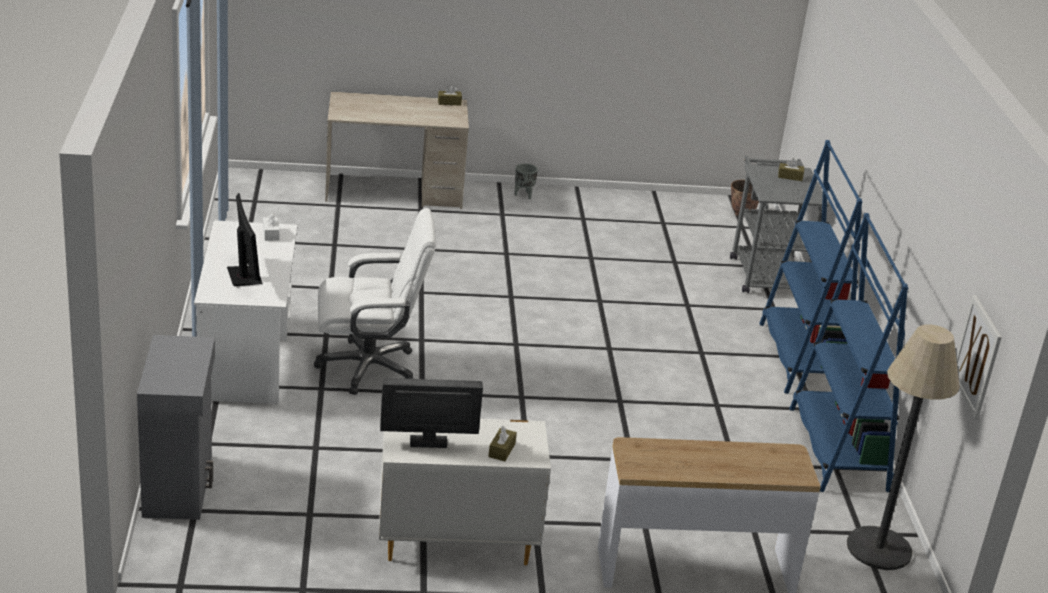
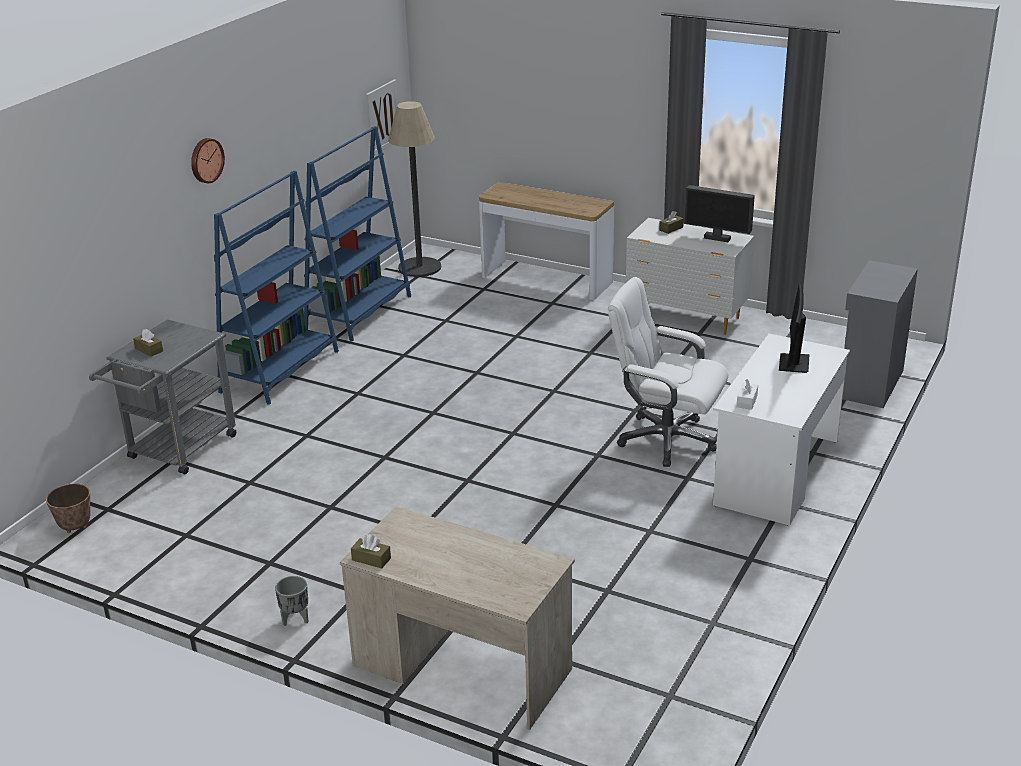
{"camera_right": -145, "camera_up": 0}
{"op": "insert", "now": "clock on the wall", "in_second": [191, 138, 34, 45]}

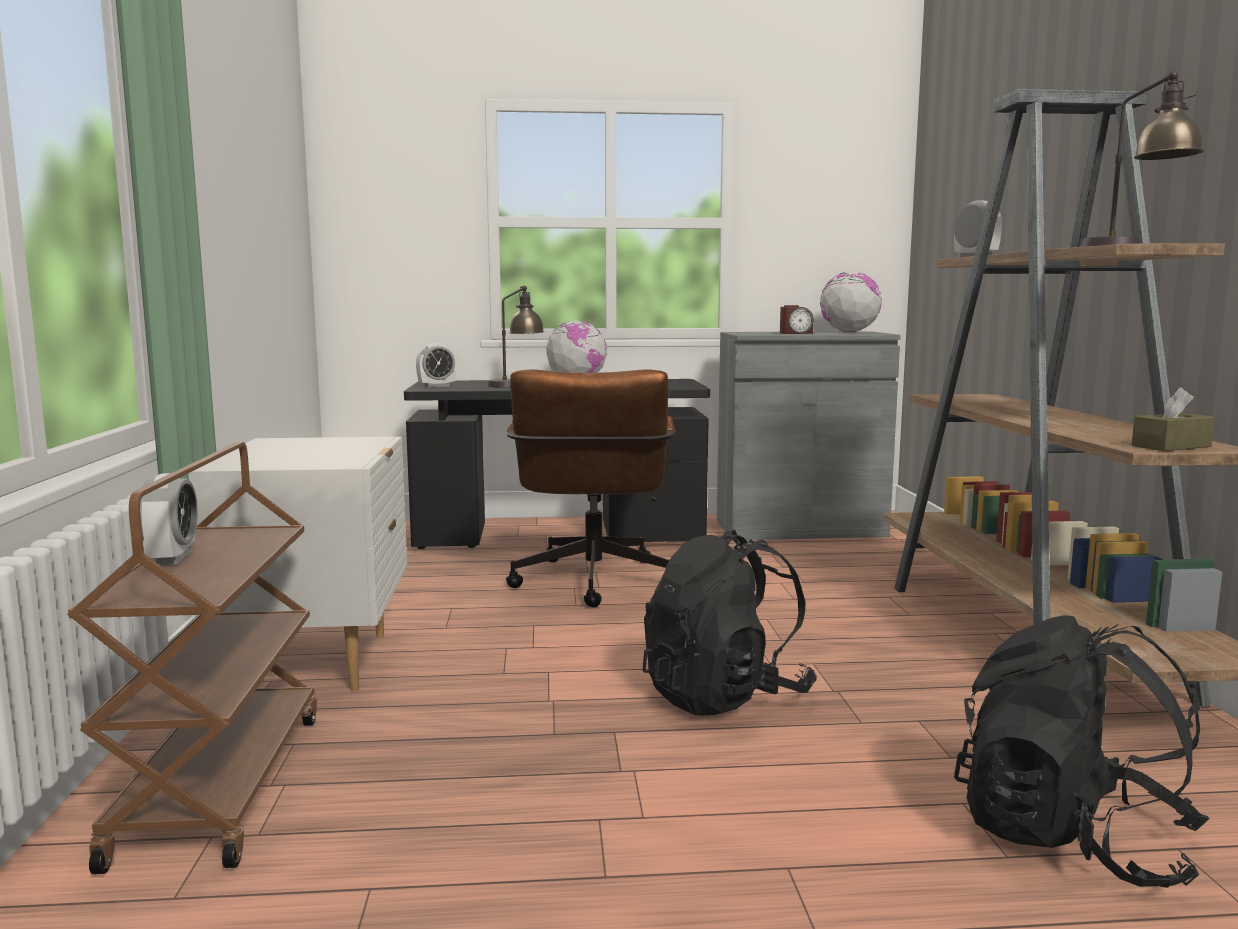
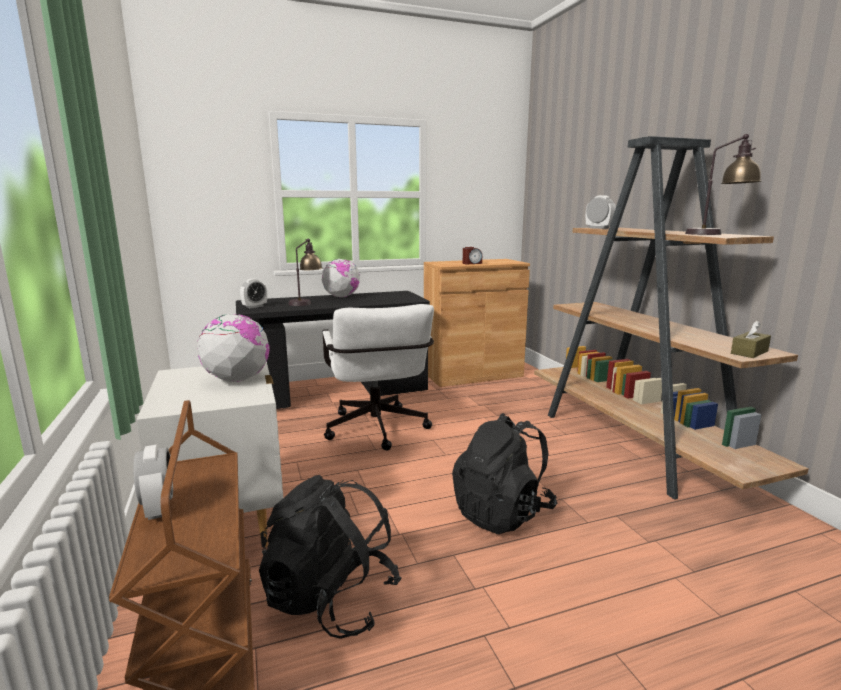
{"camera_right": -15, "camera_up": 5}
{"op": "move", "was": "desk globe", "in_first": [820, 271, 62, 61], "in_second": [198, 314, 72, 68]}
{"op": "move", "was": "knapsack (black-coloured)", "in_first": [954, 615, 255, 273], "in_second": [259, 475, 143, 164]}
{"op": "recolor", "was": "desk chair (brownish)", "now": "desk chair (whitish)", "in_first": [506, 369, 170, 238], "in_second": [323, 304, 111, 147]}
{"op": "recolor", "was": "storage cabinet (greyish)", "now": "storage cabinet (brownish)", "in_first": [717, 331, 184, 209], "in_second": [424, 259, 106, 128]}

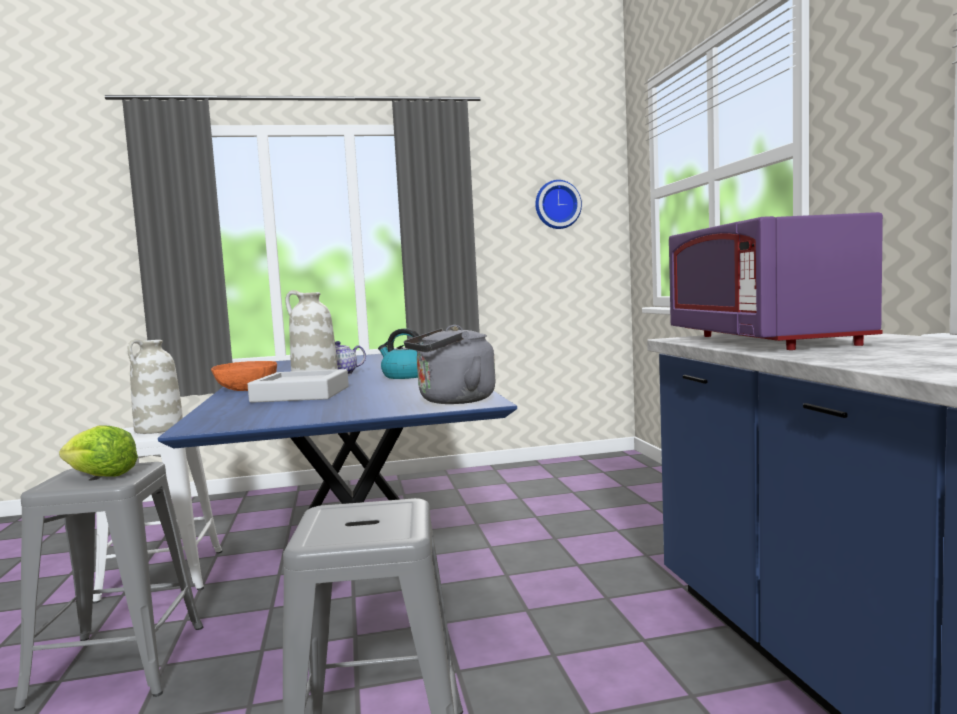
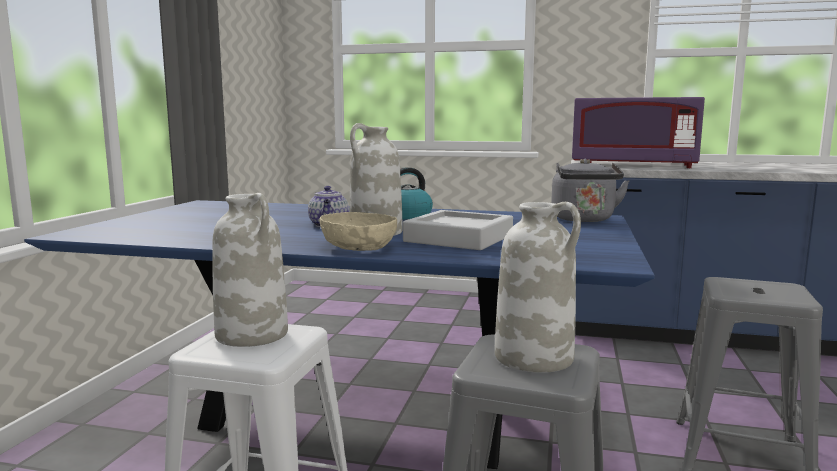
{"camera_right": -65, "camera_up": 5}
{"op": "recolor", "was": "serving bowl (orange-coloured)", "now": "serving bowl (beige)", "in_first": [211, 361, 66, 30], "in_second": [319, 212, 78, 39]}
{"op": "replace", "was": "lettuce head", "now": "flower vase (whitish)", "in_first": [59, 425, 79, 52], "in_second": [495, 202, 86, 171]}
{"op": "delete", "was": "clock on the wall", "in_first": [535, 180, 47, 49]}

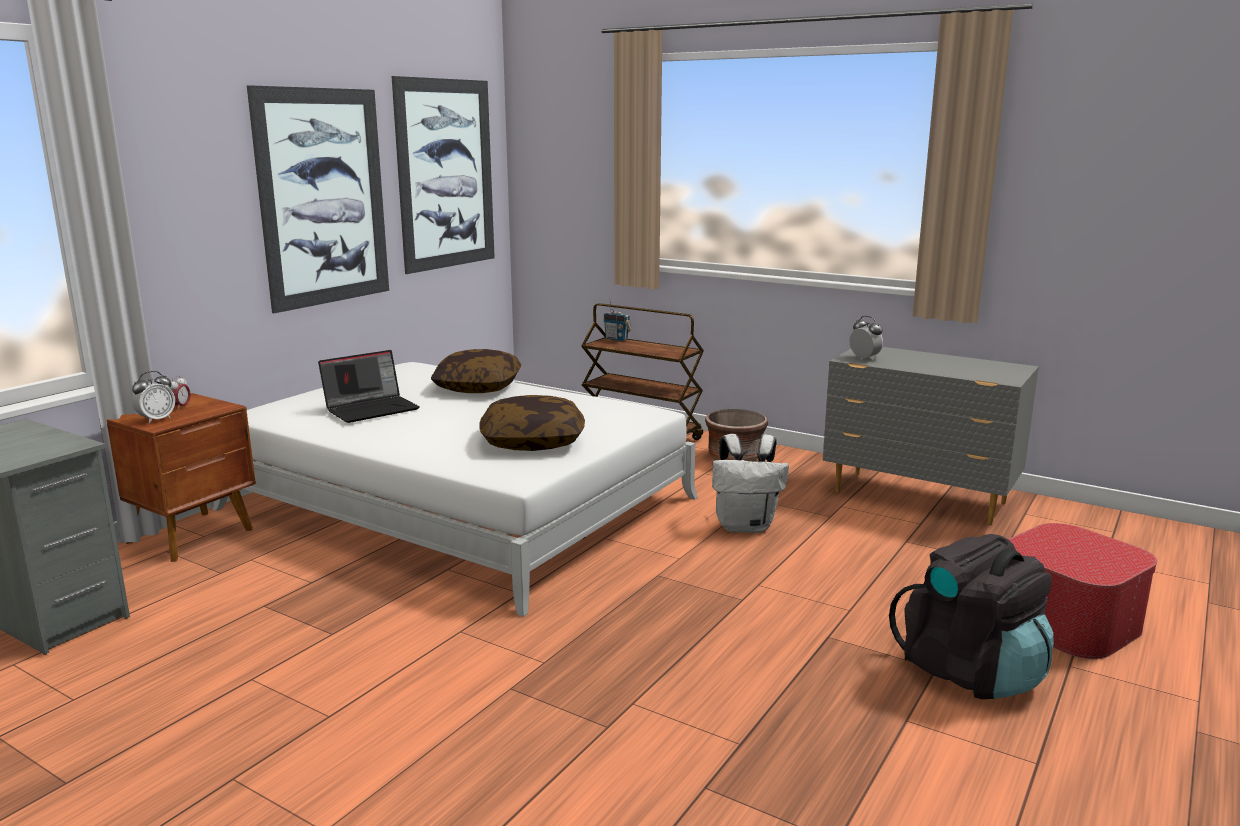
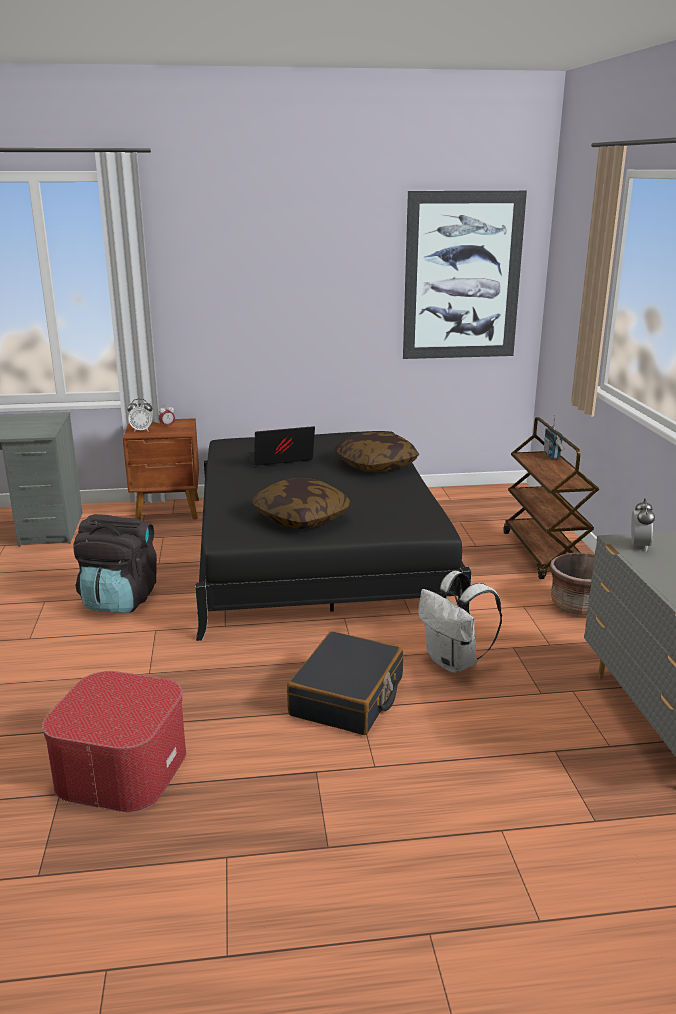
{"camera_right": 50, "camera_up": 5}
{"op": "move", "was": "ottoman", "in_first": [1008, 523, 150, 136], "in_second": [42, 671, 144, 141]}
{"op": "move", "was": "knapsack (black-coloured)", "in_first": [889, 534, 165, 165], "in_second": [73, 514, 84, 99]}
{"op": "recolor", "was": "sleeping bed (whitish)", "now": "sleeping bed (black-coloured)", "in_first": [213, 362, 485, 255], "in_second": [195, 431, 277, 210]}
{"op": "rotate", "was": "laptop", "in_first": [318, 350, 102, 73], "in_second": [247, 426, 68, 40], "clockwise": 150}
{"op": "insert", "now": "piece of luggage (black-coloured)", "in_second": [287, 631, 117, 104]}
{"op": "delete", "was": "wall picture", "in_first": [247, 85, 142, 228]}

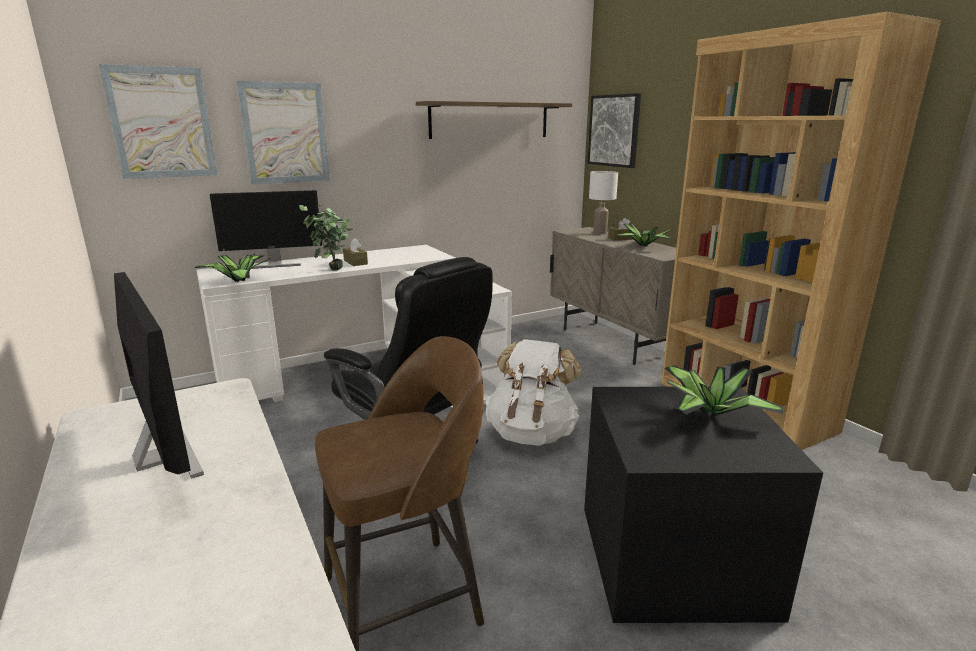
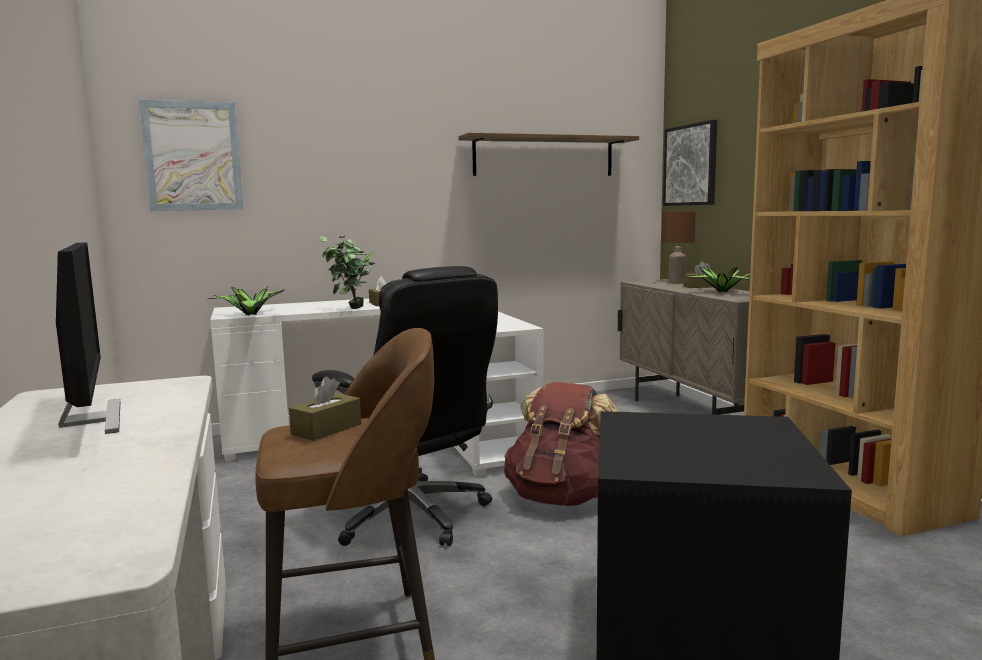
{"camera_right": 10, "camera_up": -10}
{"op": "insert", "now": "tissue holder (brownish)", "in_second": [289, 377, 72, 64]}
{"op": "recolor", "was": "knapsack (whitish)", "now": "knapsack (brownish)", "in_first": [486, 339, 95, 107], "in_second": [504, 382, 115, 124]}
{"op": "recolor", "was": "lamp for a table (whitish)", "now": "lamp for a table (brownish)", "in_first": [589, 171, 29, 63], "in_second": [662, 211, 34, 73]}
{"op": "delete", "was": "monitor", "in_first": [209, 190, 113, 79]}
{"op": "delete", "was": "wall picture", "in_first": [237, 81, 93, 103]}
{"op": "delete", "was": "potted plant", "in_first": [665, 365, 119, 52]}

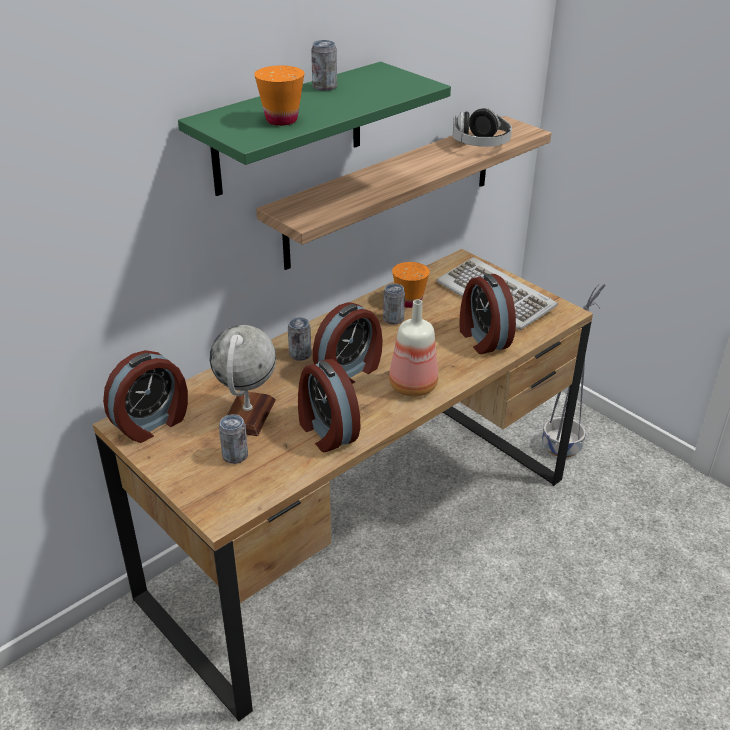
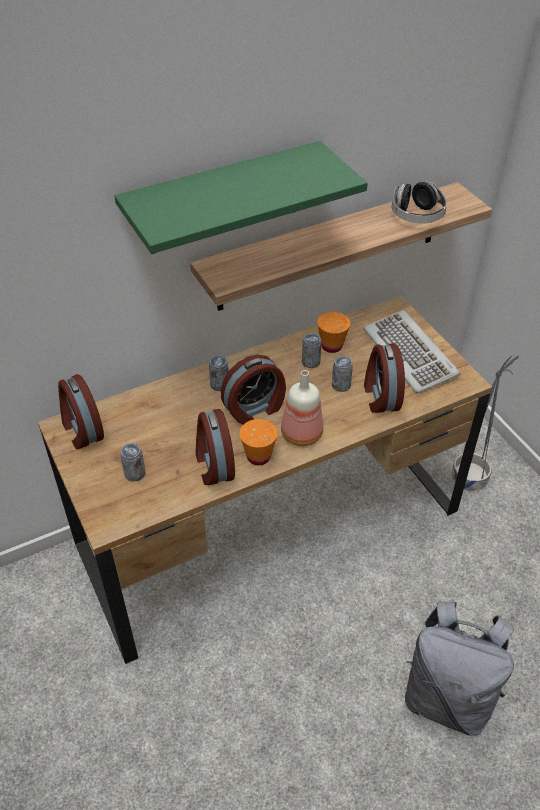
{"camera_right": 15, "camera_up": 10}
{"op": "rotate", "was": "table clock", "in_first": [103, 350, 85, 93], "in_second": [58, 374, 46, 75], "clockwise": 90}
{"op": "move", "was": "cup (orange-coloured)", "in_first": [254, 65, 50, 61], "in_second": [239, 419, 39, 46]}
{"op": "move", "was": "sealed can", "in_first": [311, 40, 26, 51], "in_second": [332, 356, 21, 36]}
{"op": "insert", "now": "knapsack (greyish)", "in_second": [405, 602, 109, 134]}
{"op": "delete", "was": "desk globe", "in_first": [210, 325, 66, 111]}

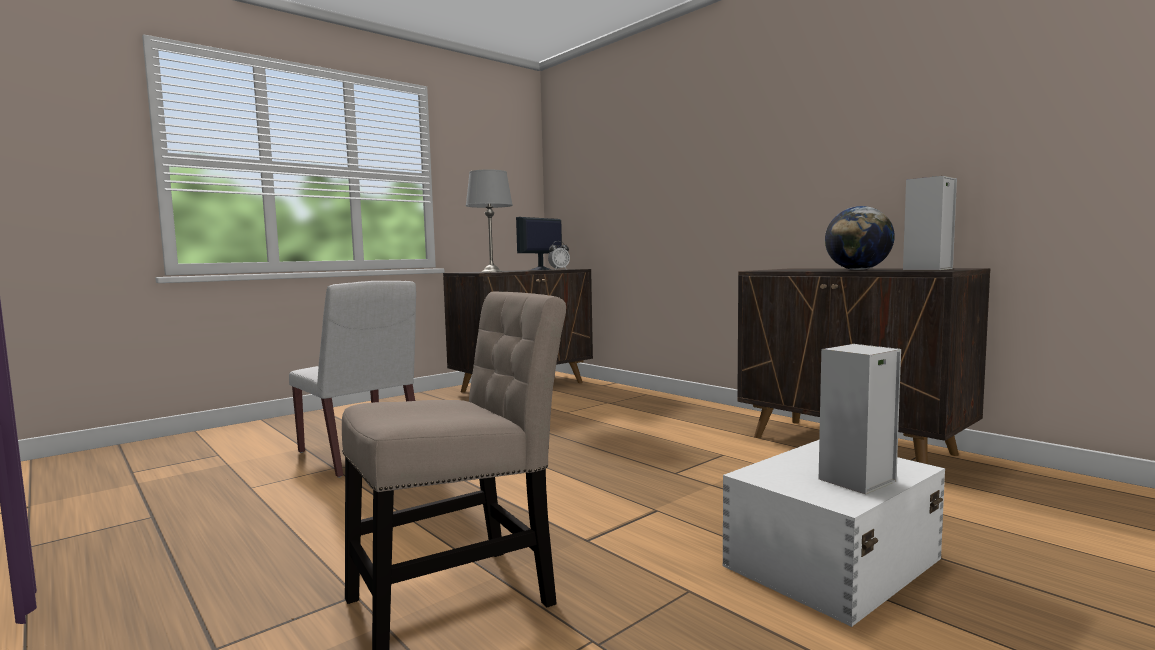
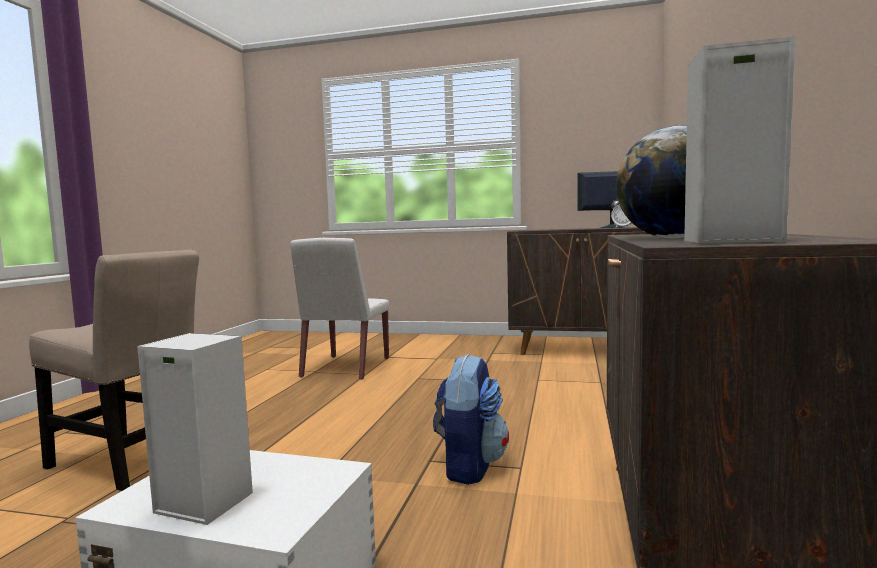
{"camera_right": 55, "camera_up": 0}
{"op": "insert", "now": "knapsack", "in_second": [433, 354, 76, 131]}
{"op": "delete", "was": "lamp for a table (greyish)", "in_first": [466, 169, 47, 103]}

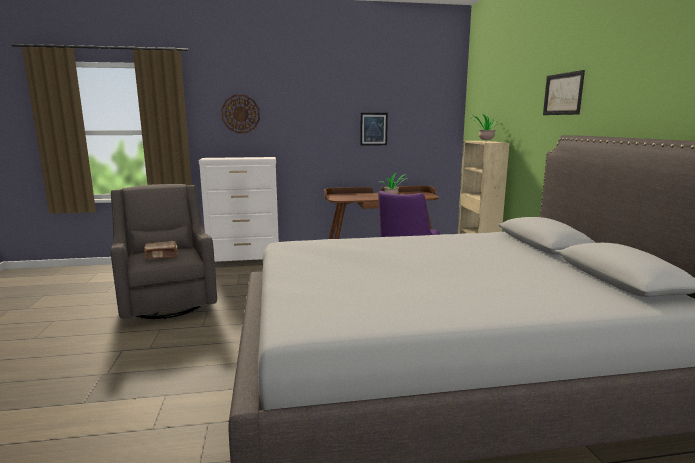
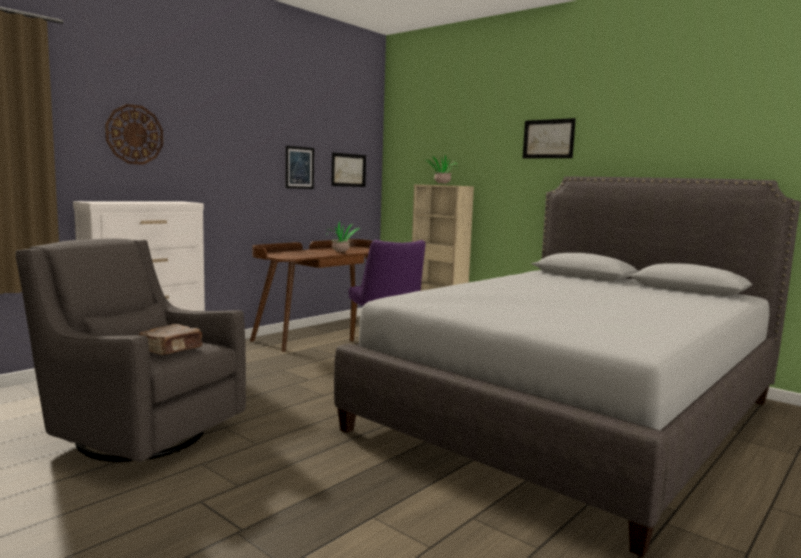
{"camera_right": -40, "camera_up": -5}
{"op": "insert", "now": "wall picture", "in_second": [331, 152, 35, 35]}

